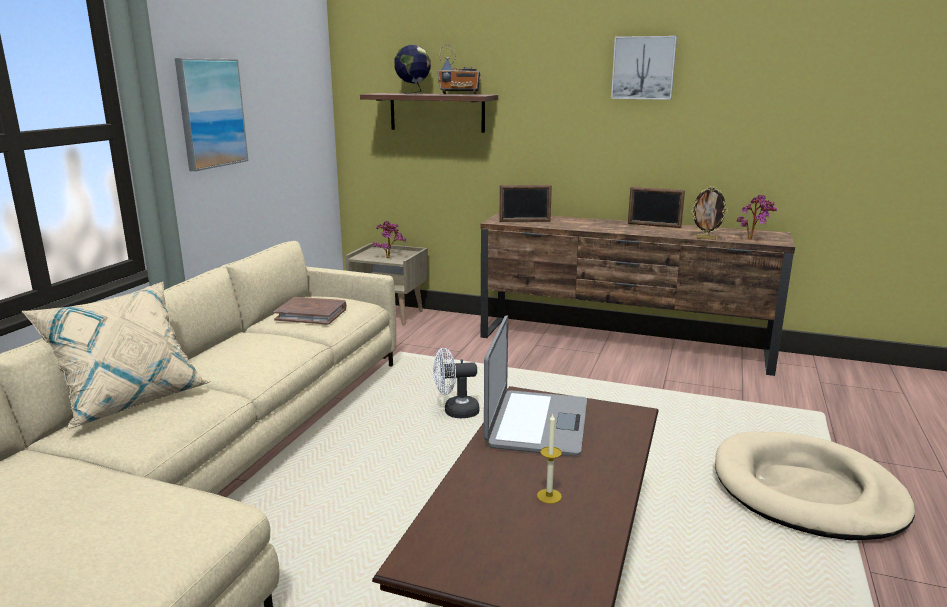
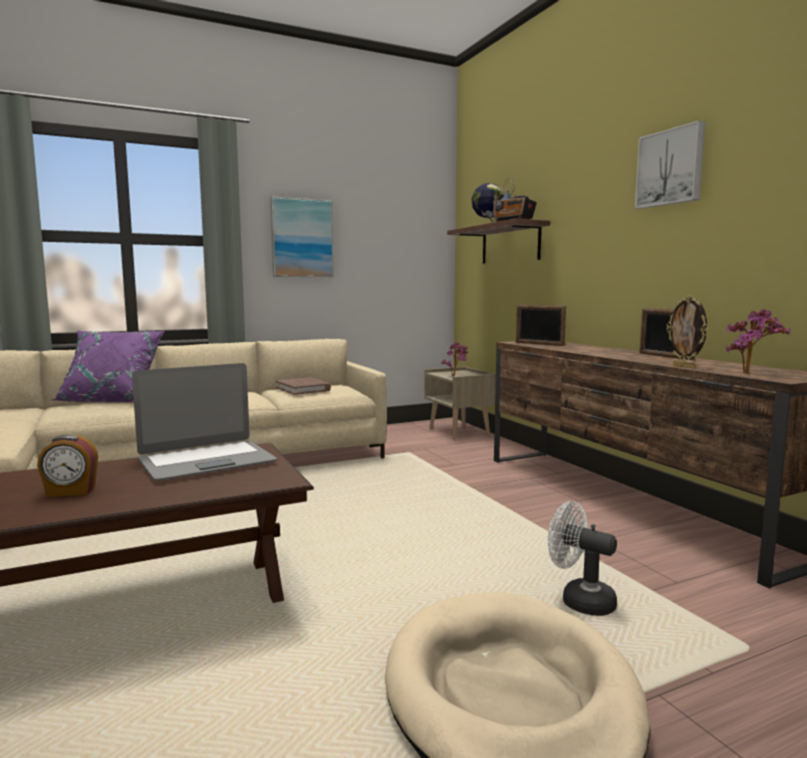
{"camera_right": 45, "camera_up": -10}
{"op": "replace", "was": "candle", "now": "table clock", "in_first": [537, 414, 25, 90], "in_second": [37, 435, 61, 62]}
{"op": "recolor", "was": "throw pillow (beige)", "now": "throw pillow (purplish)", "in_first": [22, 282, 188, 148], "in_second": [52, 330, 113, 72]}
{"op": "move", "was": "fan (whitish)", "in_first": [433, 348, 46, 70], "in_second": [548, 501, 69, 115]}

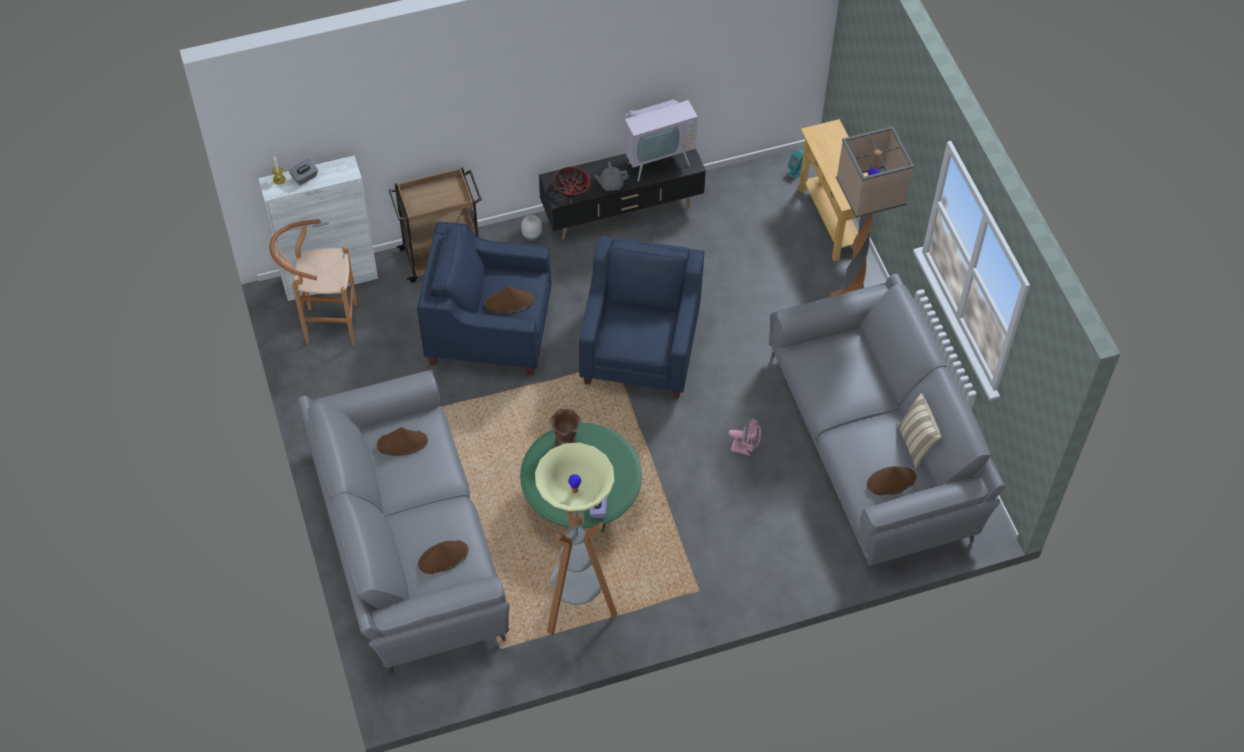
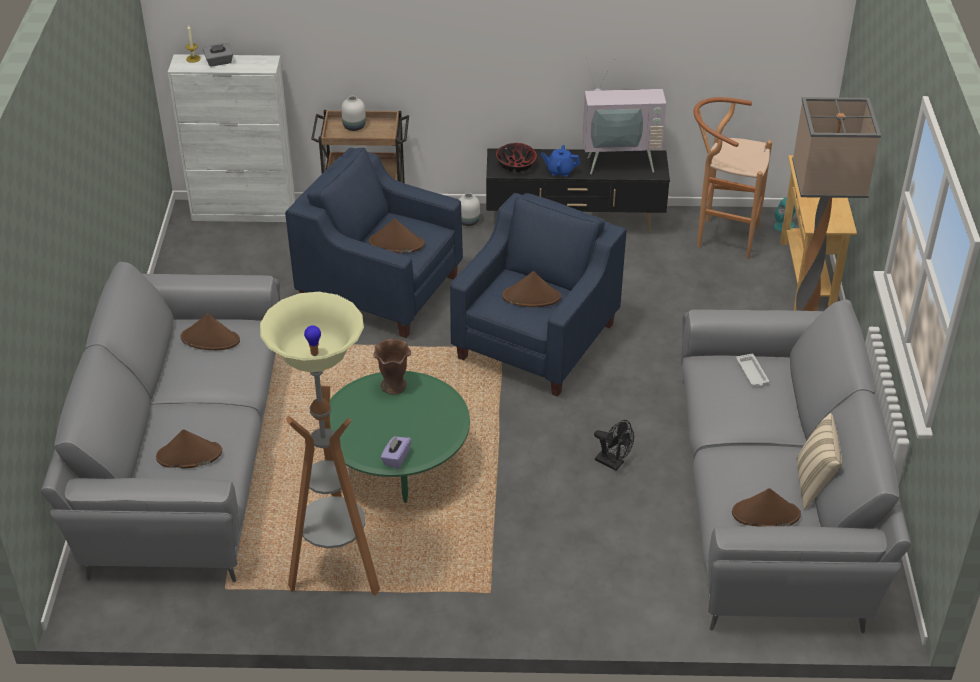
{"camera_right": 20, "camera_up": -15}
{"op": "insert", "now": "flower vase (whitish)", "in_second": [341, 96, 25, 35]}
{"op": "insert", "now": "clothing hat (brownish)", "in_second": [502, 271, 59, 36]}
{"op": "recolor", "was": "pot for tea (greyish)", "now": "pot for tea (blue)", "in_first": [594, 162, 35, 29], "in_second": [541, 145, 39, 32]}
{"op": "recolor", "was": "fan (pinkish)", "now": "fan (black-coloured)", "in_first": [728, 418, 33, 38], "in_second": [594, 420, 40, 51]}
{"op": "move", "was": "stool (brownish)", "in_first": [269, 219, 88, 127], "in_second": [694, 97, 78, 162]}
{"op": "insert", "now": "carrying tray (whitish)", "in_second": [736, 354, 33, 32]}

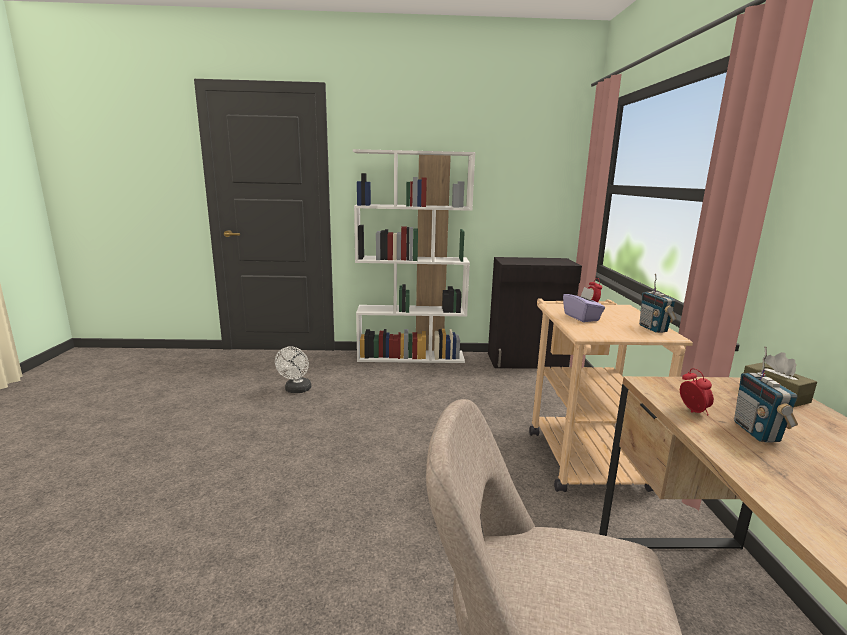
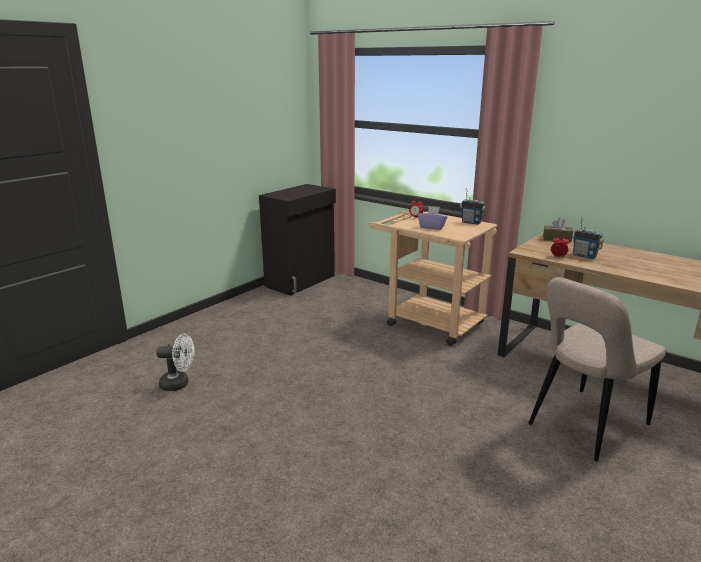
{"camera_right": -50, "camera_up": 5}
{"op": "rotate", "was": "fan (whitish)", "in_first": [275, 346, 36, 47], "in_second": [156, 334, 39, 57], "clockwise": -45}
{"op": "delete", "was": "shelving unit (whitish)", "in_first": [353, 149, 122, 214]}

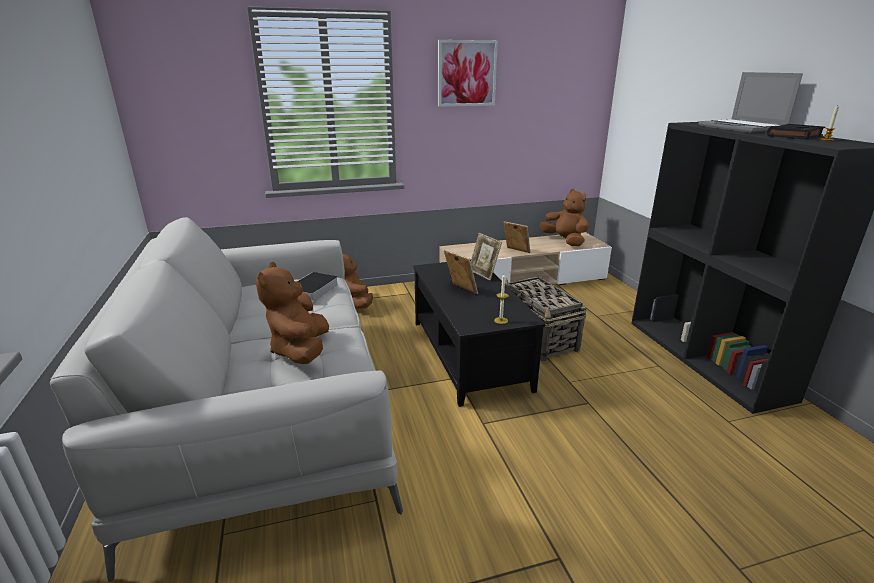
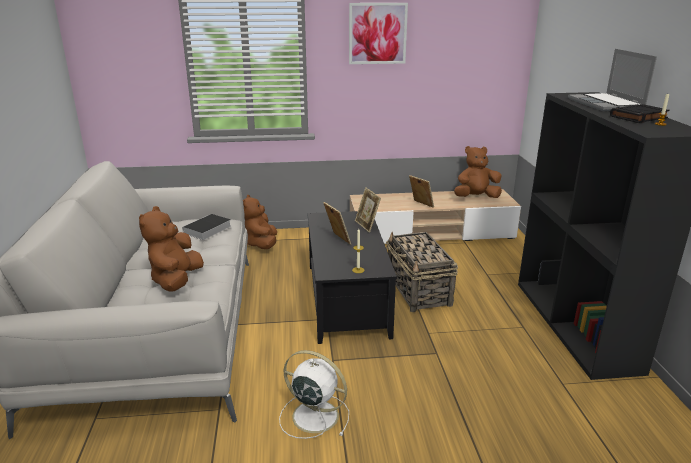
{"camera_right": 10, "camera_up": 0}
{"op": "insert", "now": "fan (whitish)", "in_second": [279, 350, 70, 89]}
{"op": "rotate", "was": "plush toy (brownish)", "in_first": [540, 189, 49, 57], "in_second": [454, 146, 48, 52], "clockwise": -75}

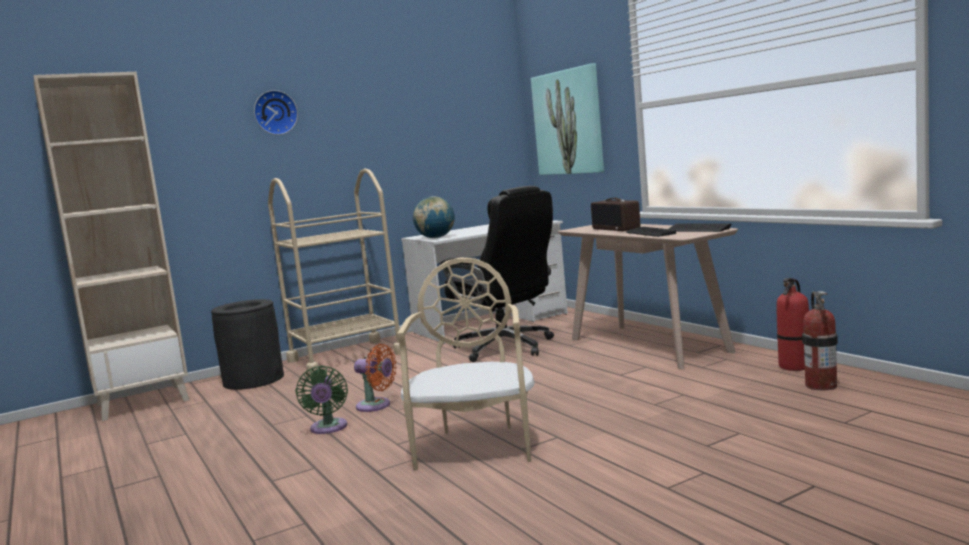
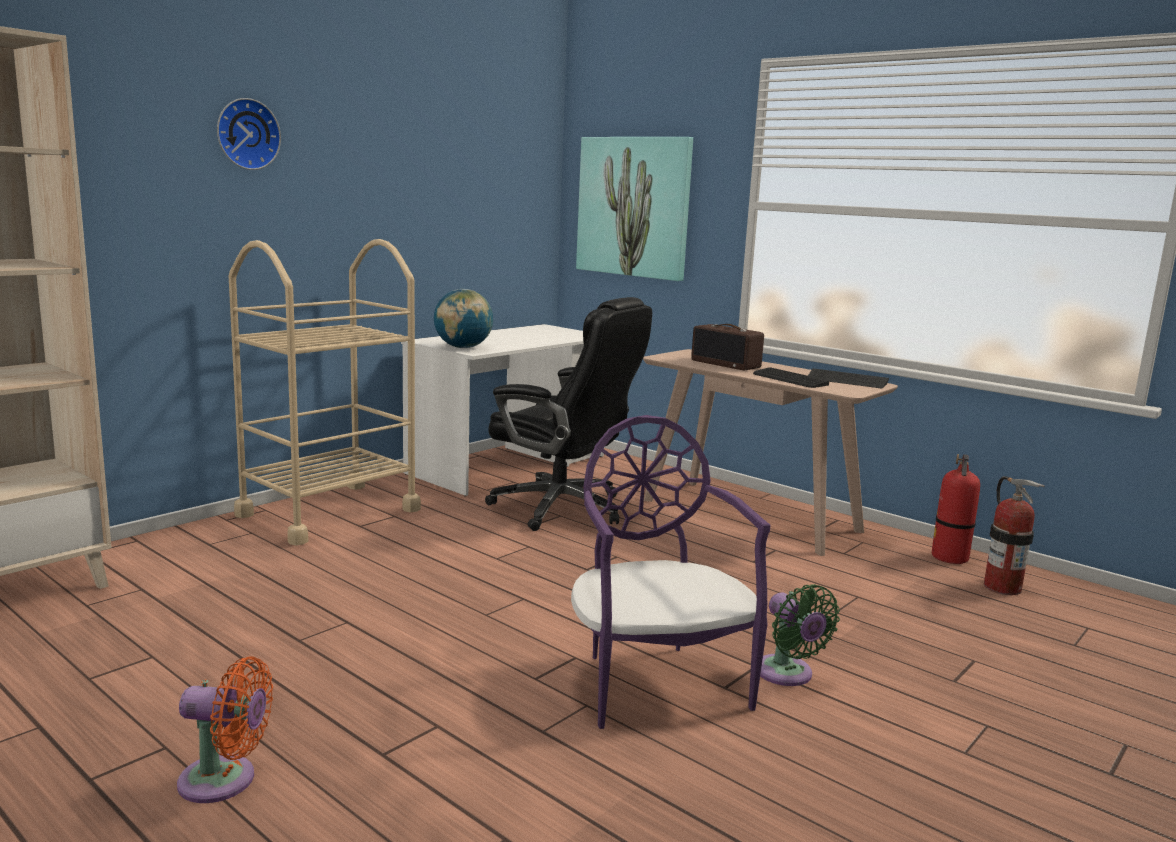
{"camera_right": -20, "camera_up": 5}
{"op": "move", "was": "fan (orange-coloured)", "in_first": [354, 344, 43, 68], "in_second": [177, 656, 96, 147]}
{"op": "recolor", "was": "chair (beige)", "now": "chair (purplish)", "in_first": [397, 257, 138, 214], "in_second": [571, 415, 200, 314]}
{"op": "move", "was": "fan (greenish)", "in_first": [296, 366, 52, 68], "in_second": [760, 584, 80, 102]}
{"op": "delete", "was": "rubbish bin (black-coloured)", "in_first": [211, 299, 73, 91]}

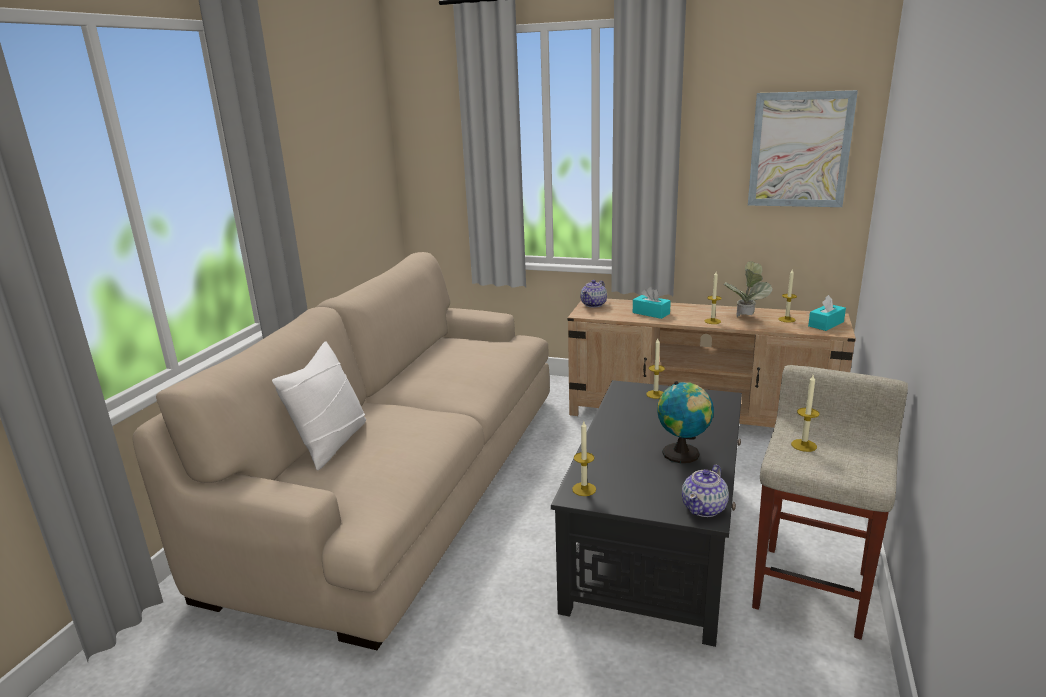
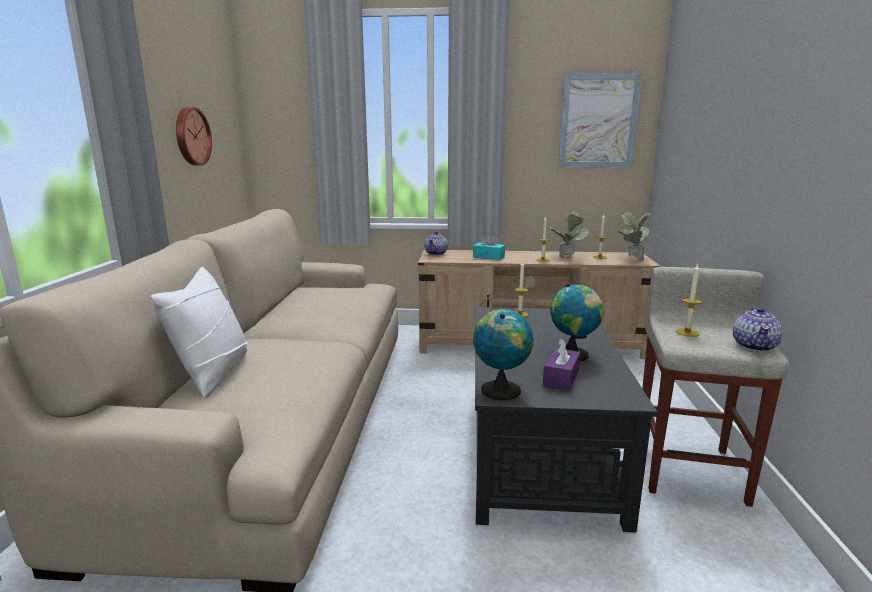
{"camera_right": -15, "camera_up": -5}
{"op": "insert", "now": "clock on the wall", "in_second": [176, 107, 36, 58]}
{"op": "replace", "was": "candle", "now": "desk globe", "in_first": [572, 421, 24, 75], "in_second": [473, 309, 61, 91]}
{"op": "insert", "now": "tissue holder (purplish)", "in_second": [543, 338, 37, 53]}
{"op": "replace", "was": "tissue holder (turquoise-coloured)", "now": "potted plant", "in_first": [808, 295, 38, 36], "in_second": [618, 212, 32, 49]}
{"op": "move", "was": "pot for tea", "in_first": [682, 465, 47, 52], "in_second": [733, 307, 49, 45]}

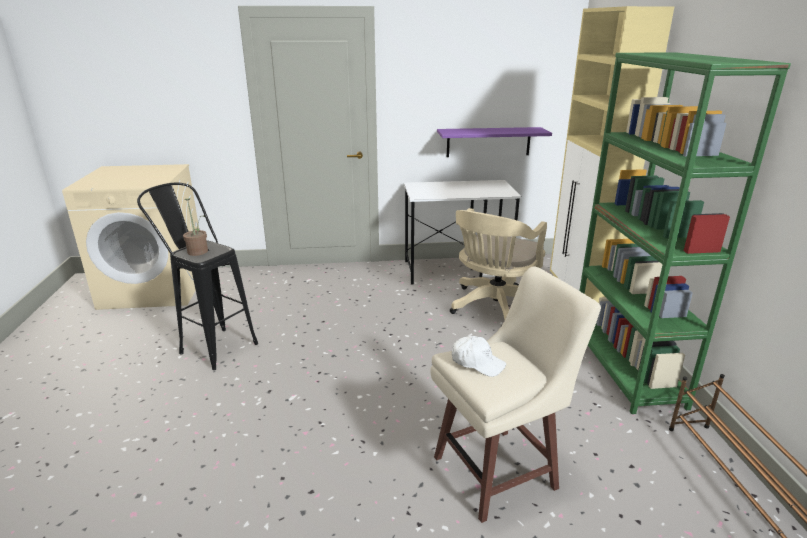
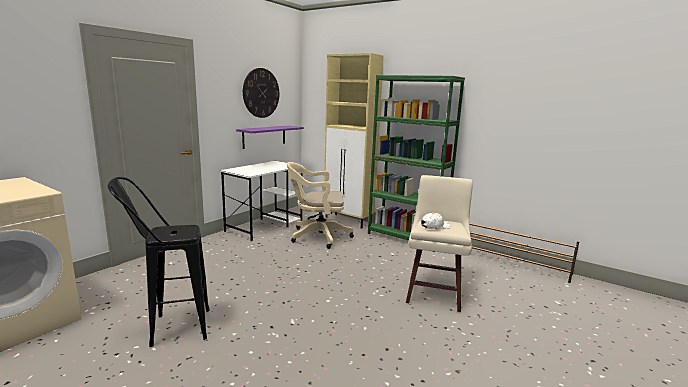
{"camera_right": -50, "camera_up": -10}
{"op": "insert", "now": "clock on the wall", "in_second": [243, 68, 36, 50]}
{"op": "rotate", "was": "desk chair (beige)", "in_first": [450, 208, 97, 118], "in_second": [287, 162, 67, 87], "clockwise": 105}
{"op": "delete", "was": "potted plant", "in_first": [183, 198, 25, 58]}

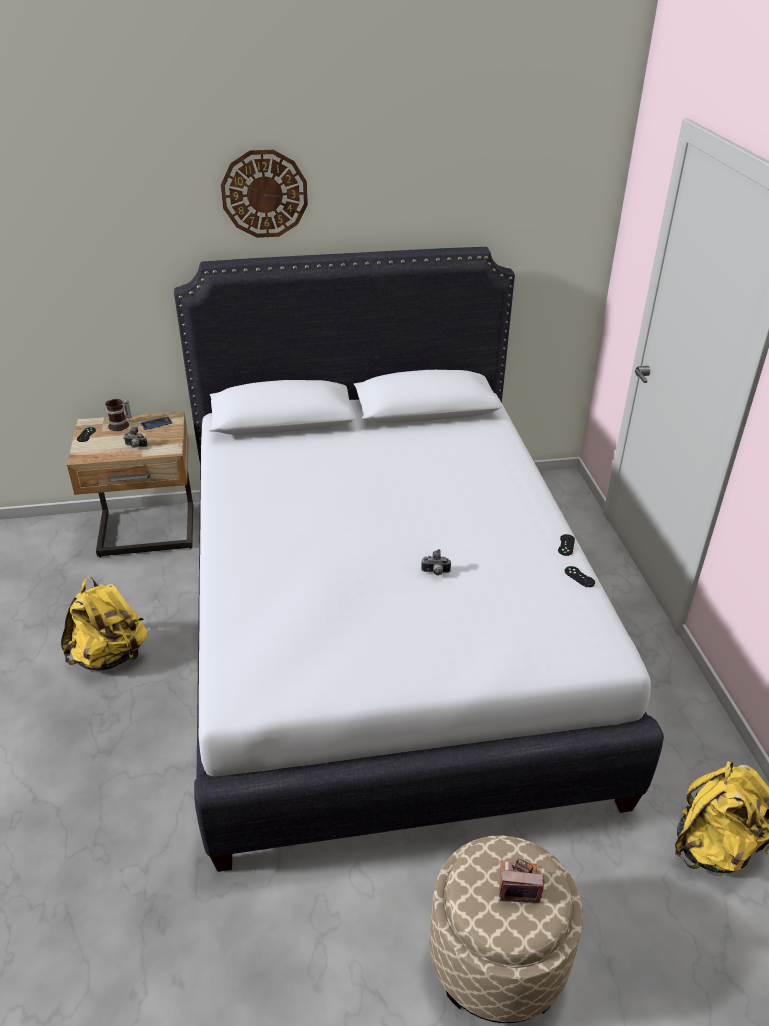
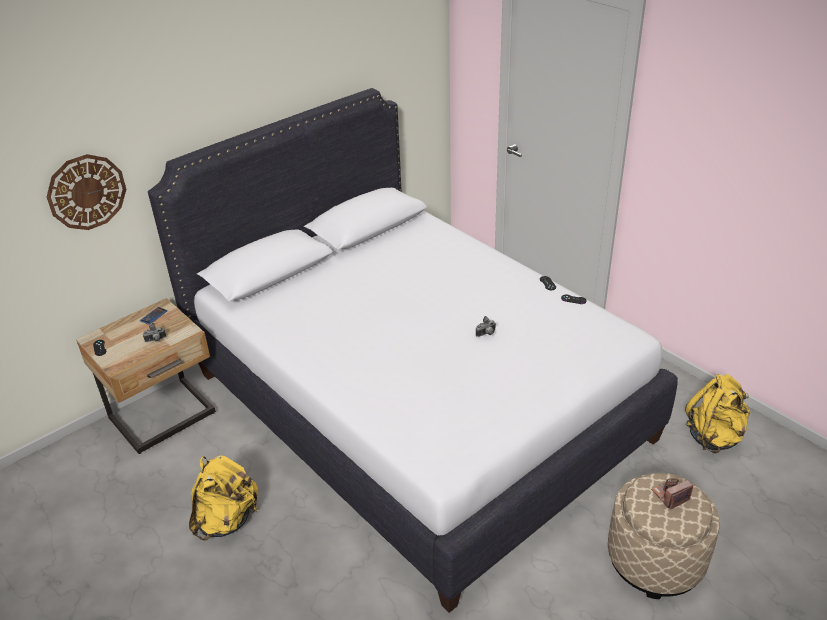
{"camera_right": -30, "camera_up": 0}
{"op": "move", "was": "clock on the wall", "in_first": [221, 150, 87, 88], "in_second": [47, 154, 79, 76]}
{"op": "delete", "was": "tea mug", "in_first": [105, 399, 26, 32]}

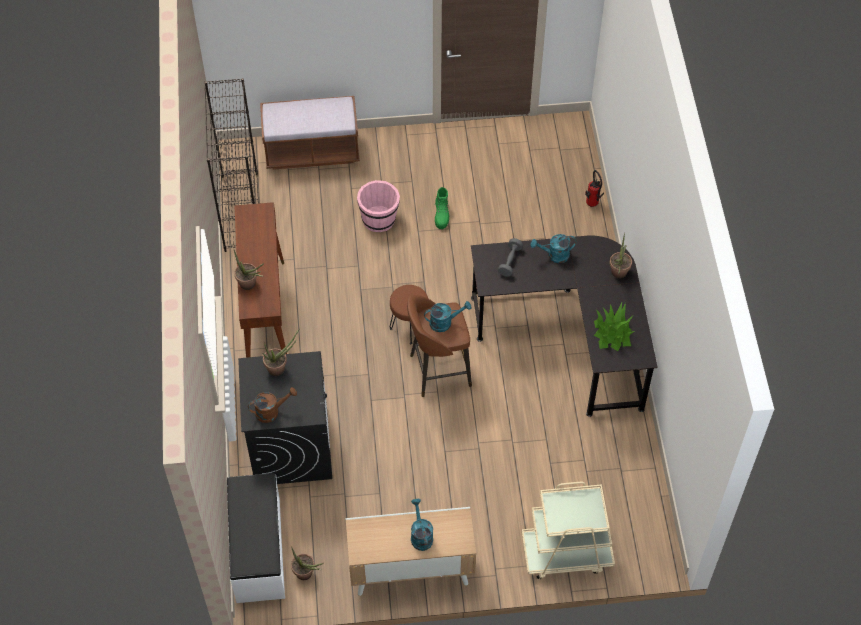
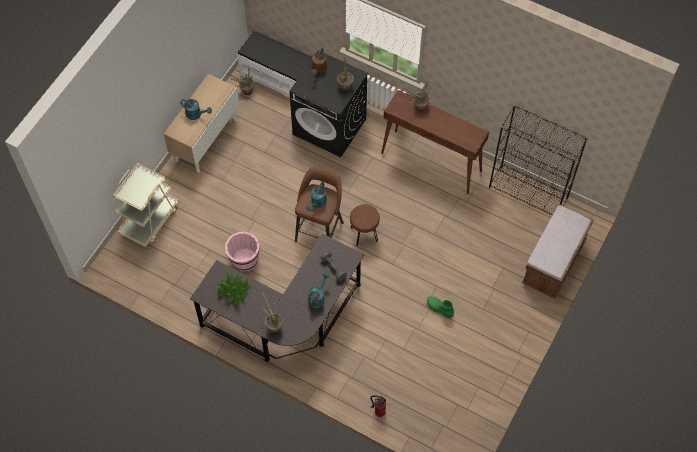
{"camera_right": 125, "camera_up": 5}
{"op": "move", "was": "water bucket (pinkish)", "in_first": [357, 180, 43, 52], "in_second": [225, 232, 35, 40]}

